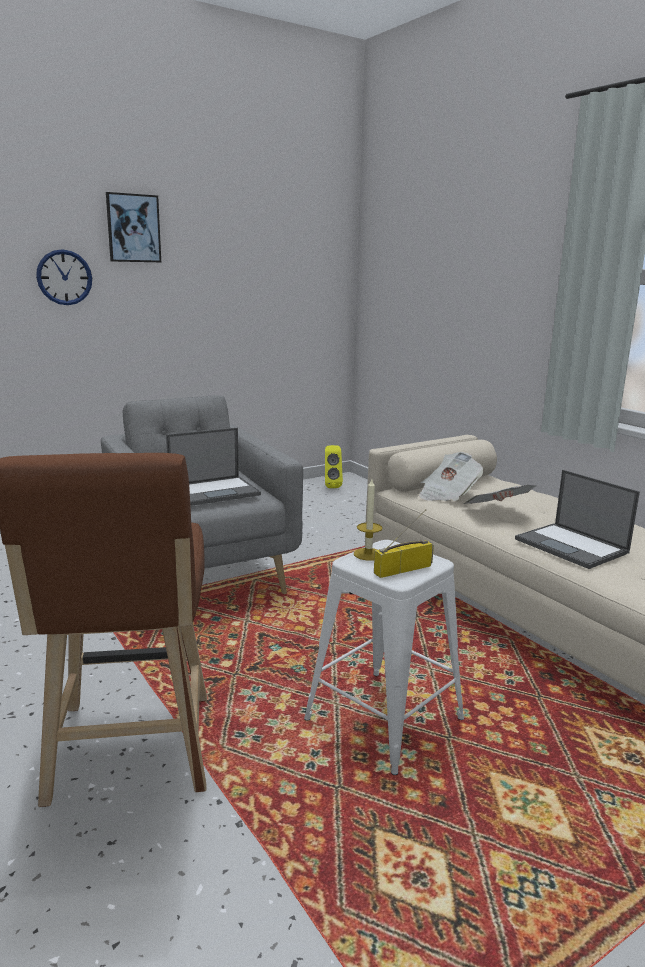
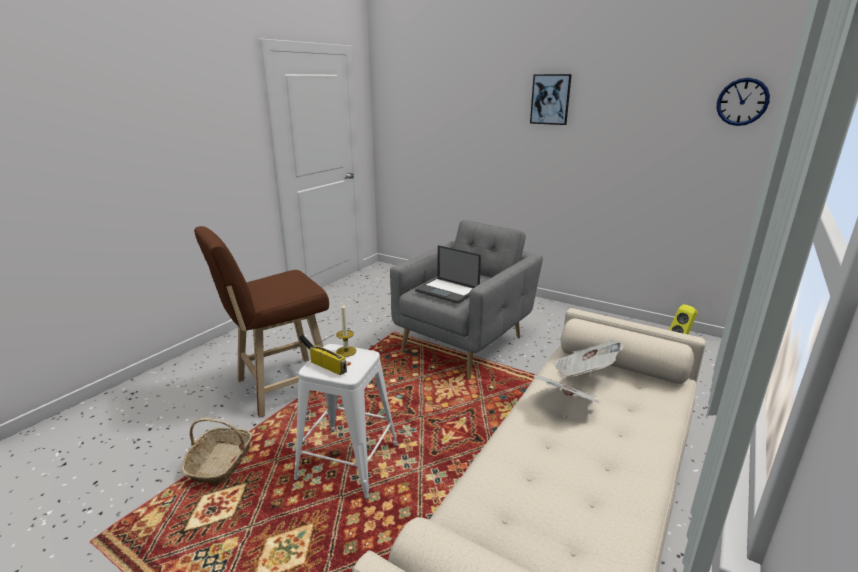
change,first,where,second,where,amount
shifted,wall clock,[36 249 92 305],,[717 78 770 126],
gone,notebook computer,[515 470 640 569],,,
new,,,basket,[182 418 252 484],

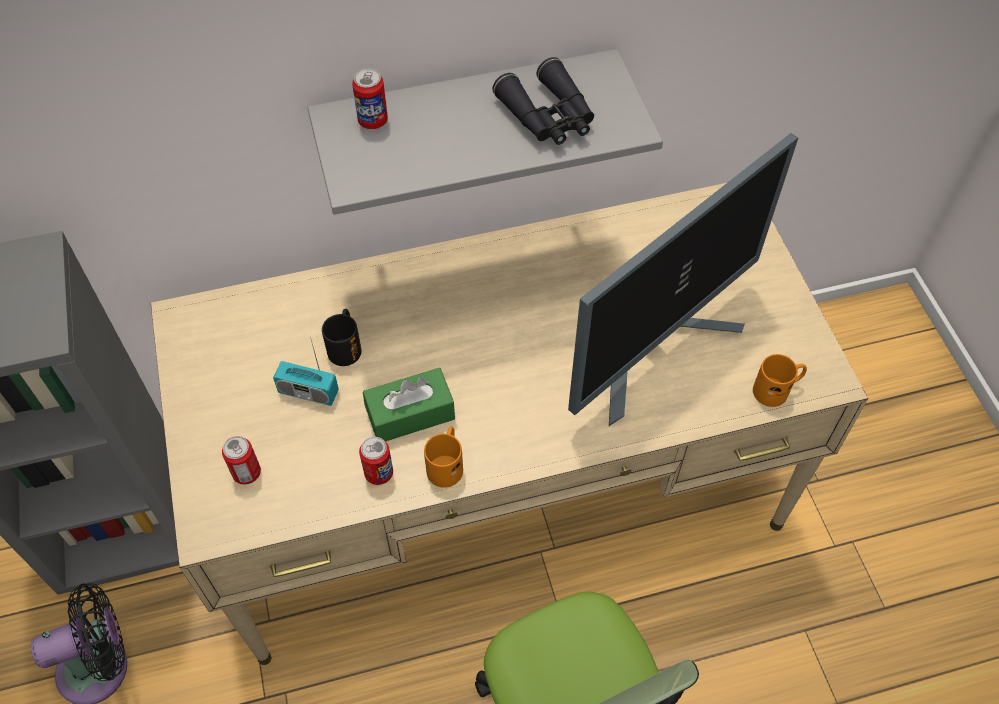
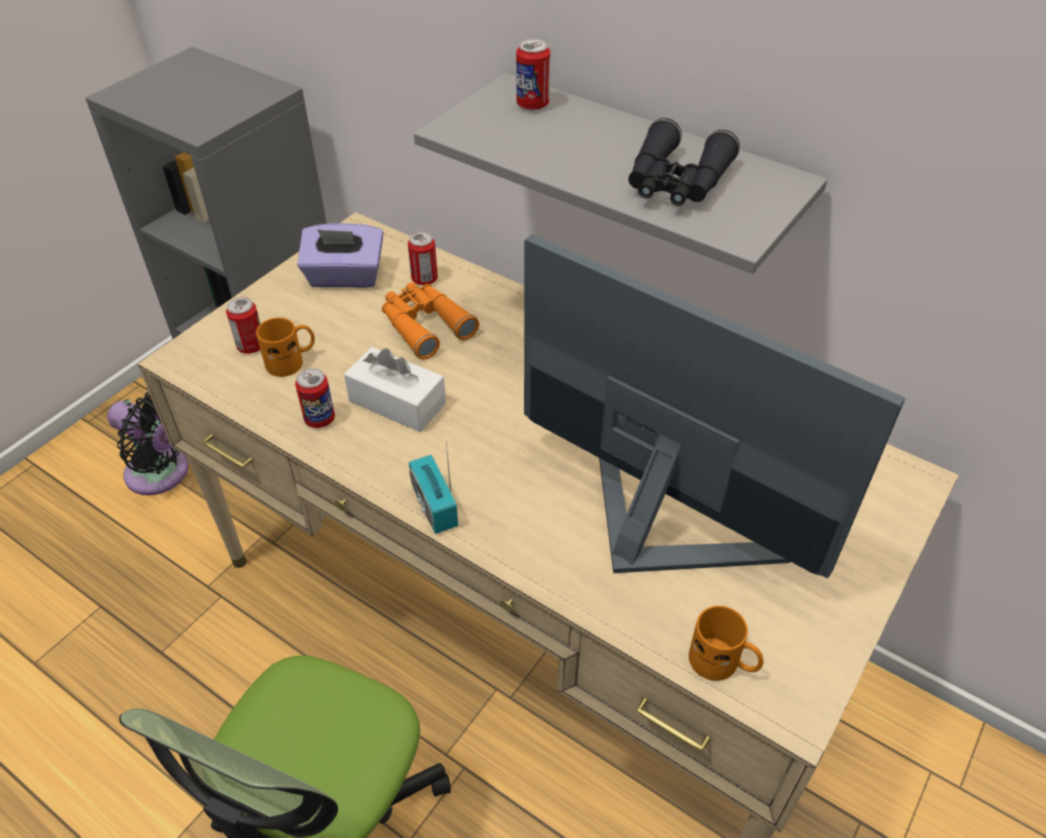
change,first,where,second,where,amount
rotated,monitor,[568 133 798 426],,[524 234 905 578],150 degrees counterclockwise
swapped,black-coloured coffee mug,[322 309 362 366],orange-coloured binoculars,[382 282 479 360],
shifted,radio,[273 340 339 406],,[409 443 458 534],
repainted,greenish tissue box,[363 368 455 441],whitish tissue box,[344 347 446 432],
shifted,orange-coloured coffee mug,[424 426 463 488],,[256 318 315 377],
new,,,purple tissue box,[297 223 384 288],
new,,,metal can,[408 232 438 285],

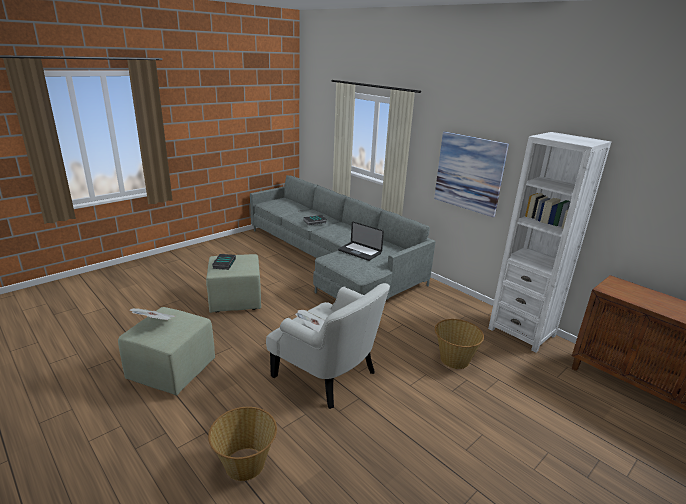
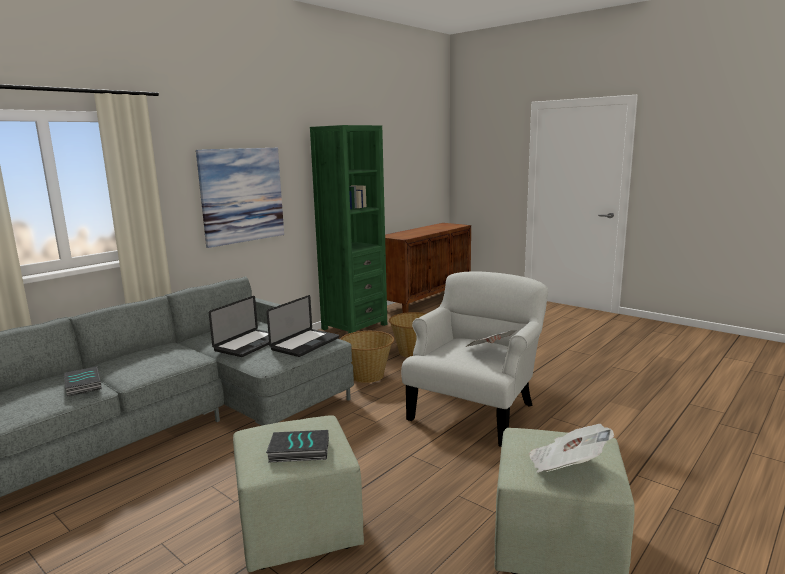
change,first,where,second,where,amount
repainted,whitish bookshelf,[488 132 611 353],greenish bookshelf,[310 125 387 334],
shifted,basket,[208 407 277 481],,[340 331 394 383],
new,,,notebook computer,[267 295 339 357],

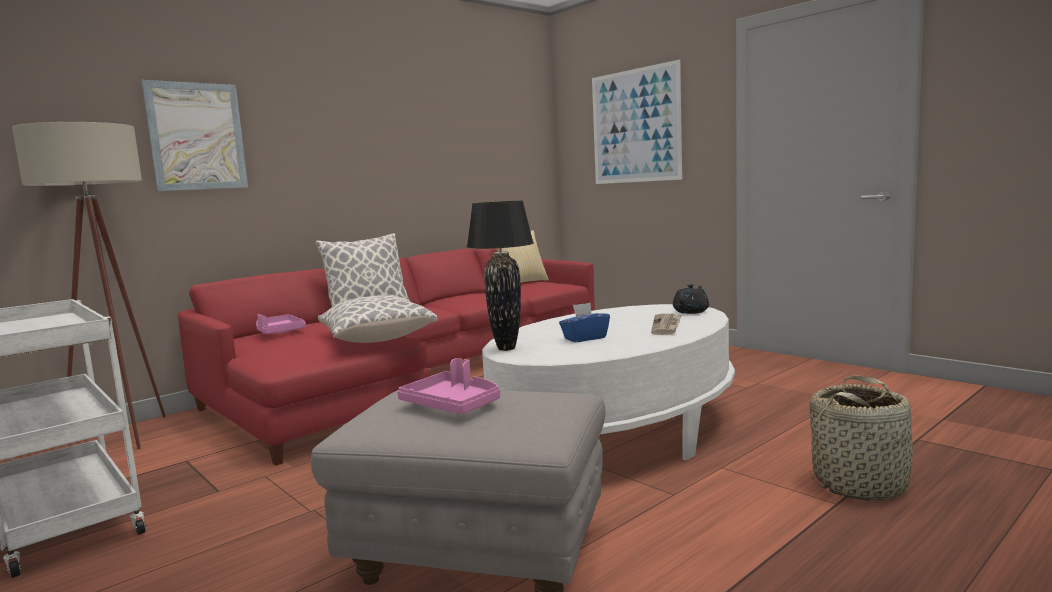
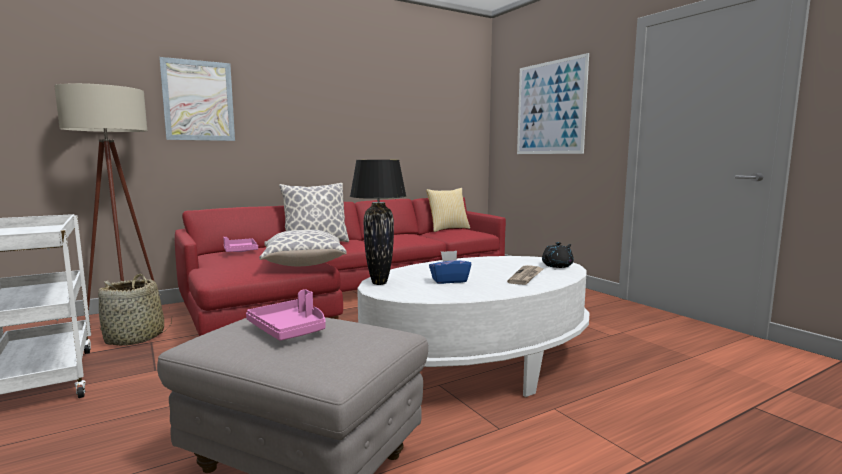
change,first,where,second,where,amount
shifted,basket,[809 375 921 501],,[98 274 172 346],

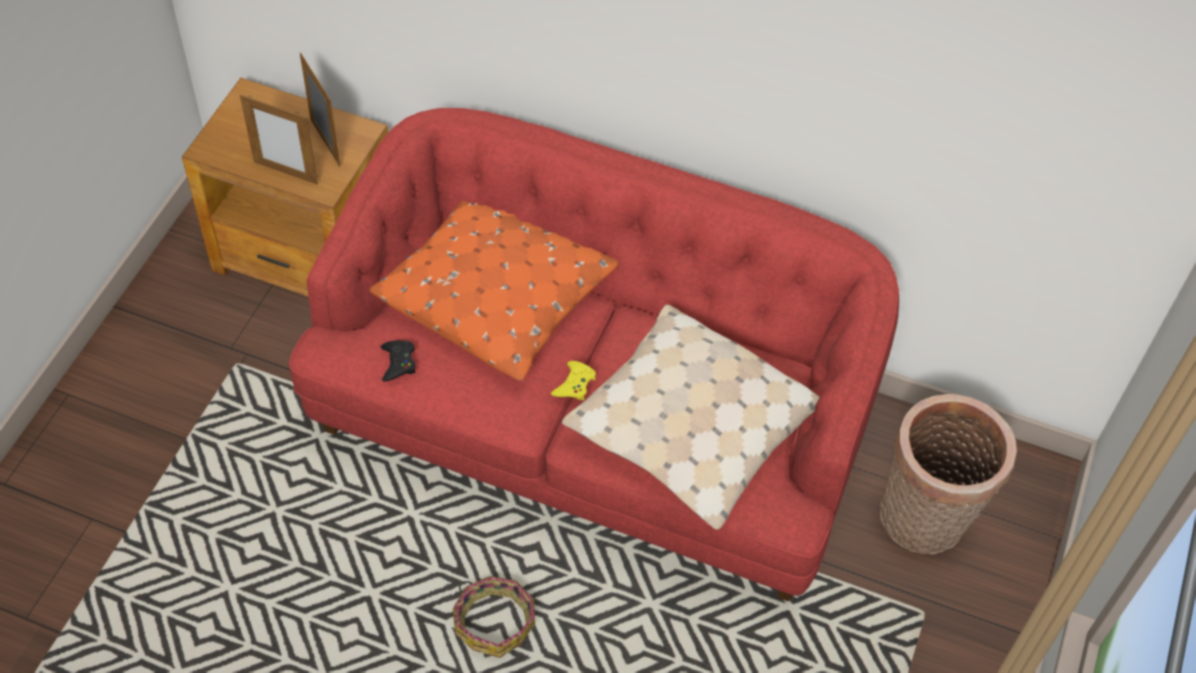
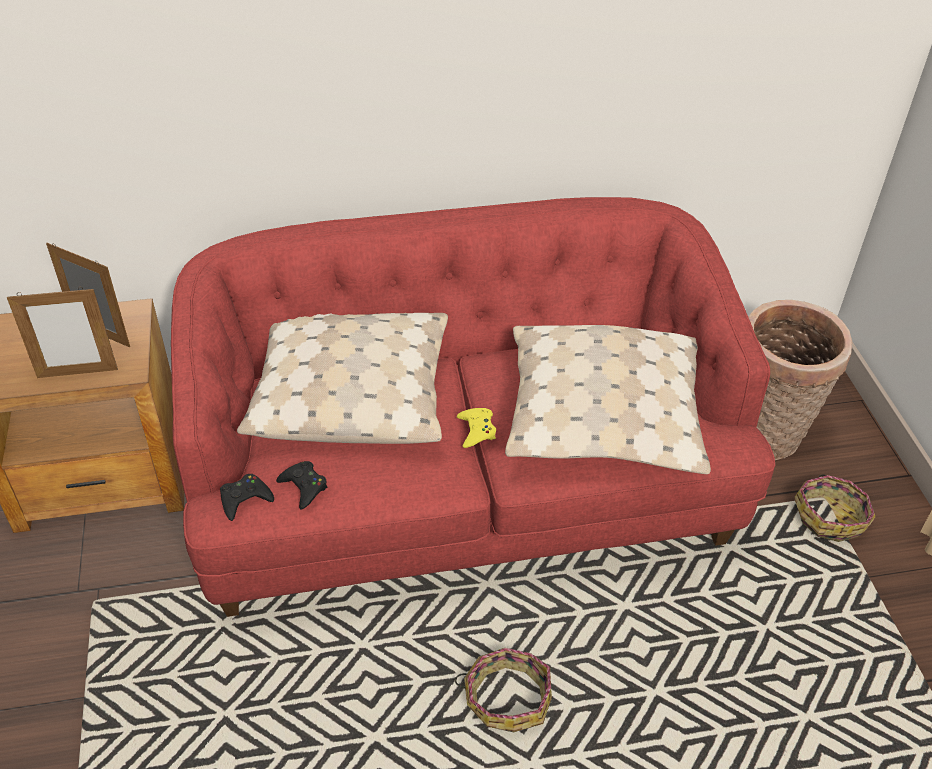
change,first,where,second,where,amount
repainted,orange-coloured throw pillow,[369 201 619 381],beige throw pillow,[237 313 448 444],
new,,,black-coloured gamepad,[220 474 274 521],
new,,,basket,[794 474 876 542],

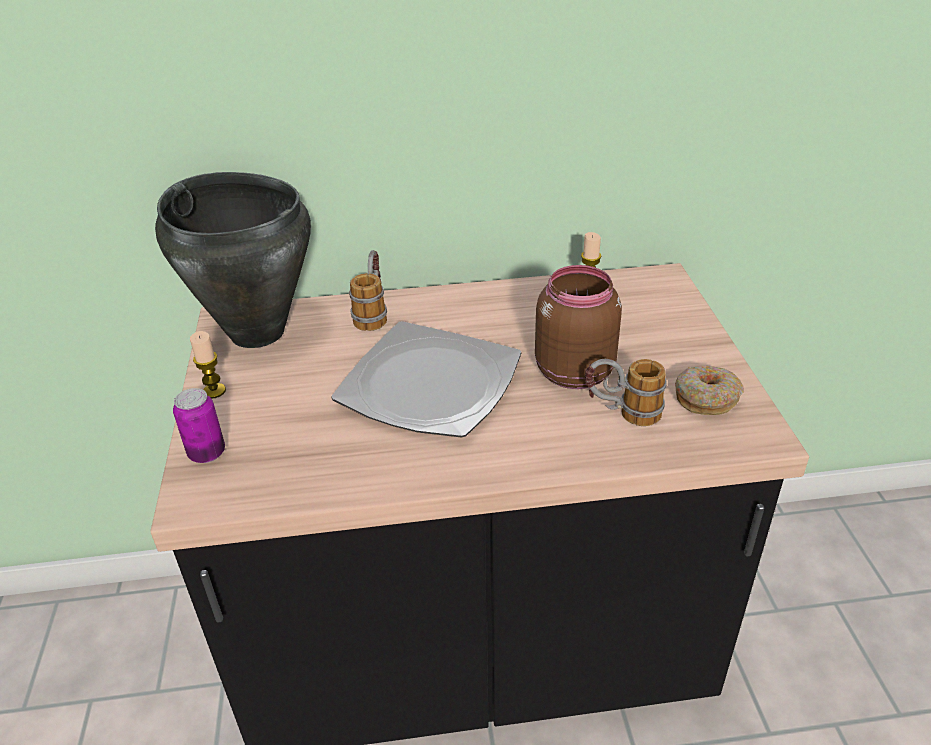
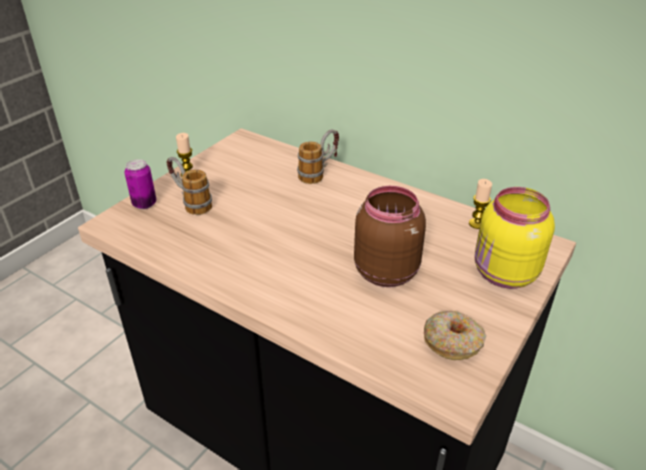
change,first,where,second,where,amount
gone,black-coloured cooking pot,[155 172 311 348],,,
gone,dinner plate,[331 321 521 438],,,
shifted,coffee mug,[585 359 667 426],,[166 157 212 215],
new,,,yellow-coloured preserve jar,[475 187 555 289],

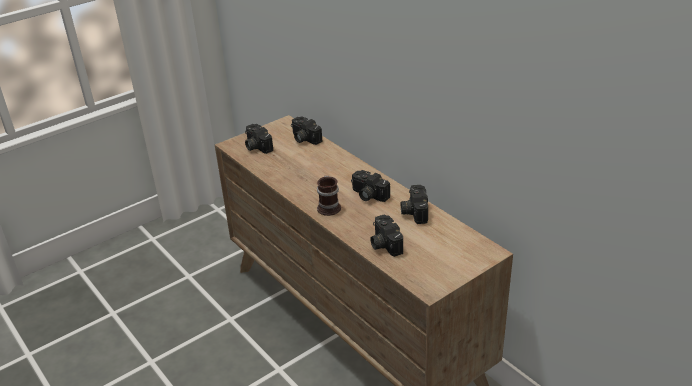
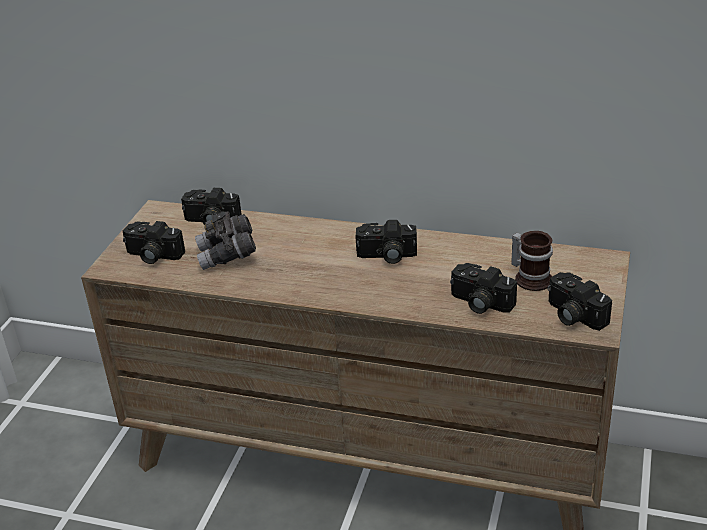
change,first,where,second,where,amount
shifted,coffee mug,[317 176 341 216],,[512 231 553 291],
shifted,photo camera,[401 185 428 224],,[547 272 612 331],
new,,,greyish binoculars,[195 211 256 270],

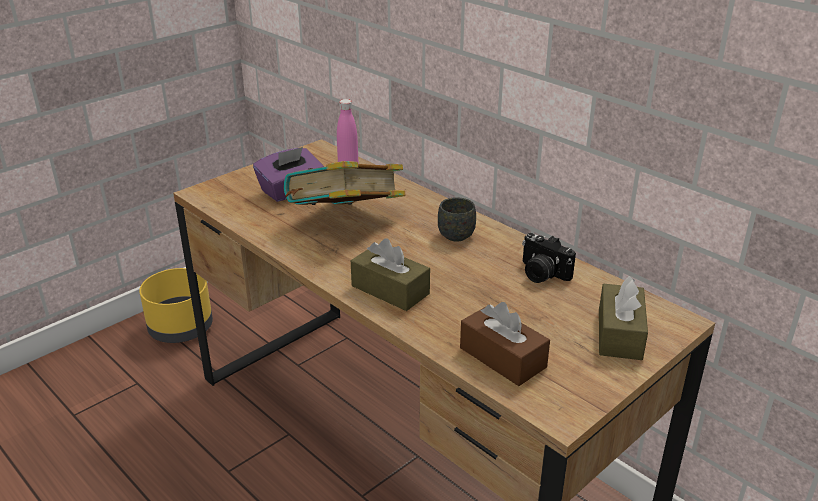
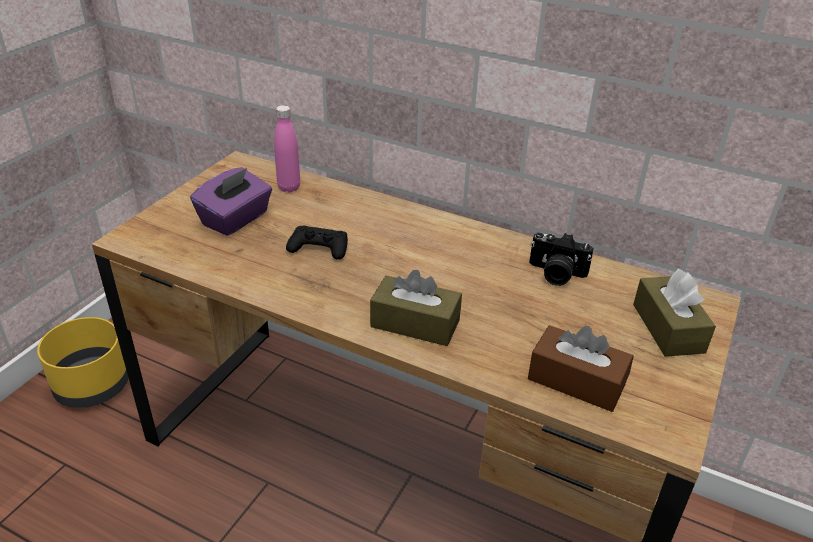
change,first,where,second,where,amount
swapped,volume,[284 161 405 205],black-coloured gamepad,[286 225 348 260],
gone,greyish coffee mug,[438 197 476 242],,,

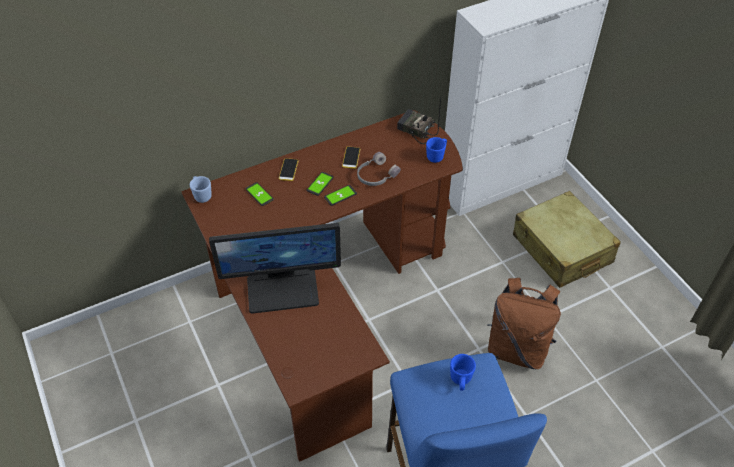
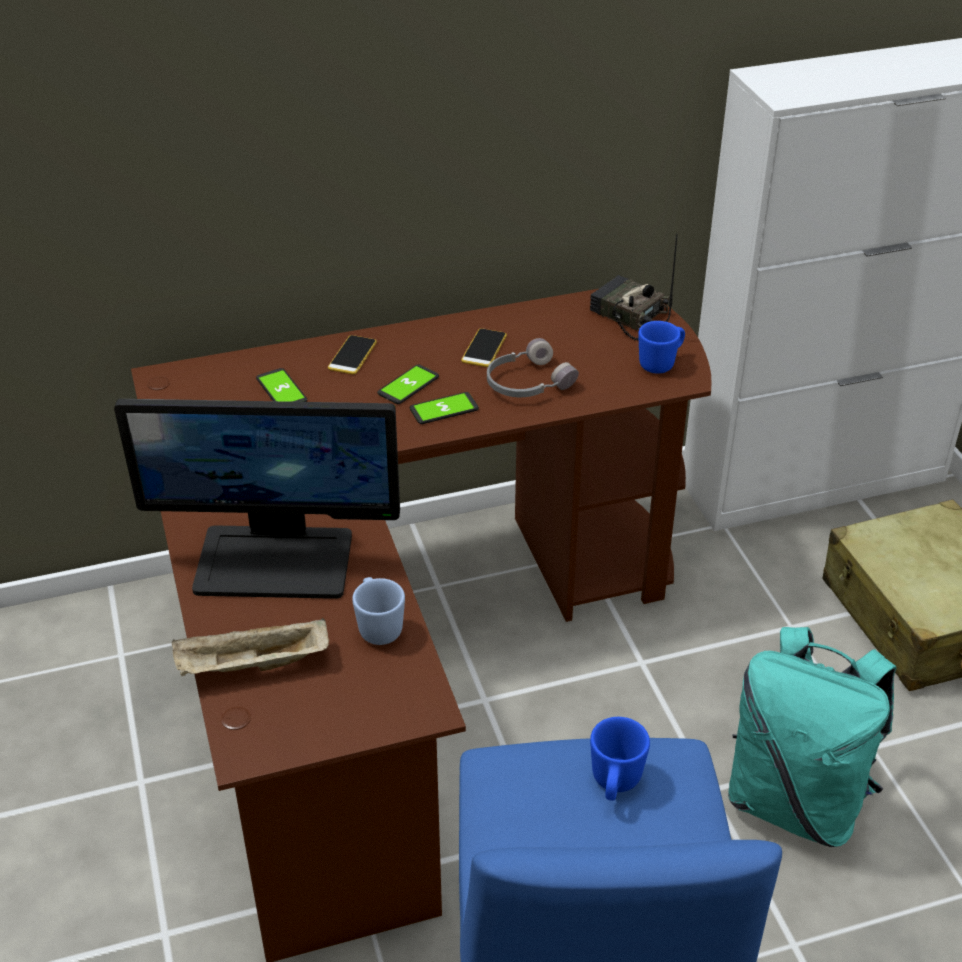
change,first,where,second,where,amount
shifted,blue coffee mug,[190 176 212 203],,[352 577 405 645],
repainted,brown-coloured rucksack,[487 278 561 369],blue-green rucksack,[728 627 897 847],
new,,,beige carrying tray,[172 618 329 676],

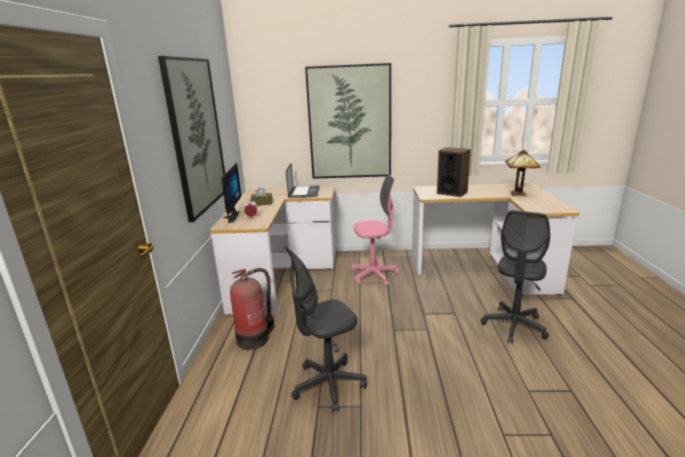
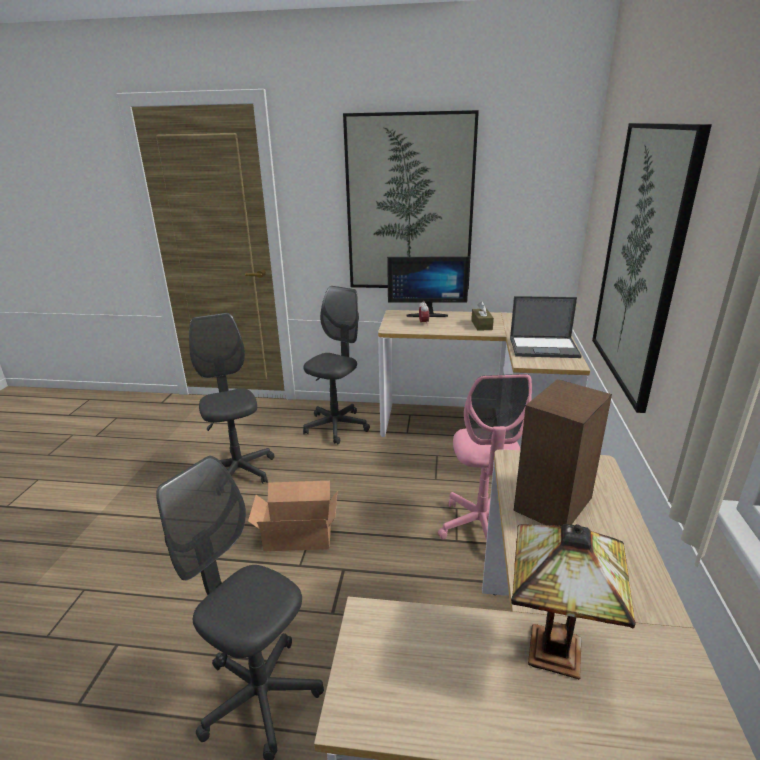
change,first,where,second,where,amount
swapped,extinguisher,[230 268 275 350],greyish office chair,[303 286 370 444],
new,,,packing box,[248 481 337 551],

